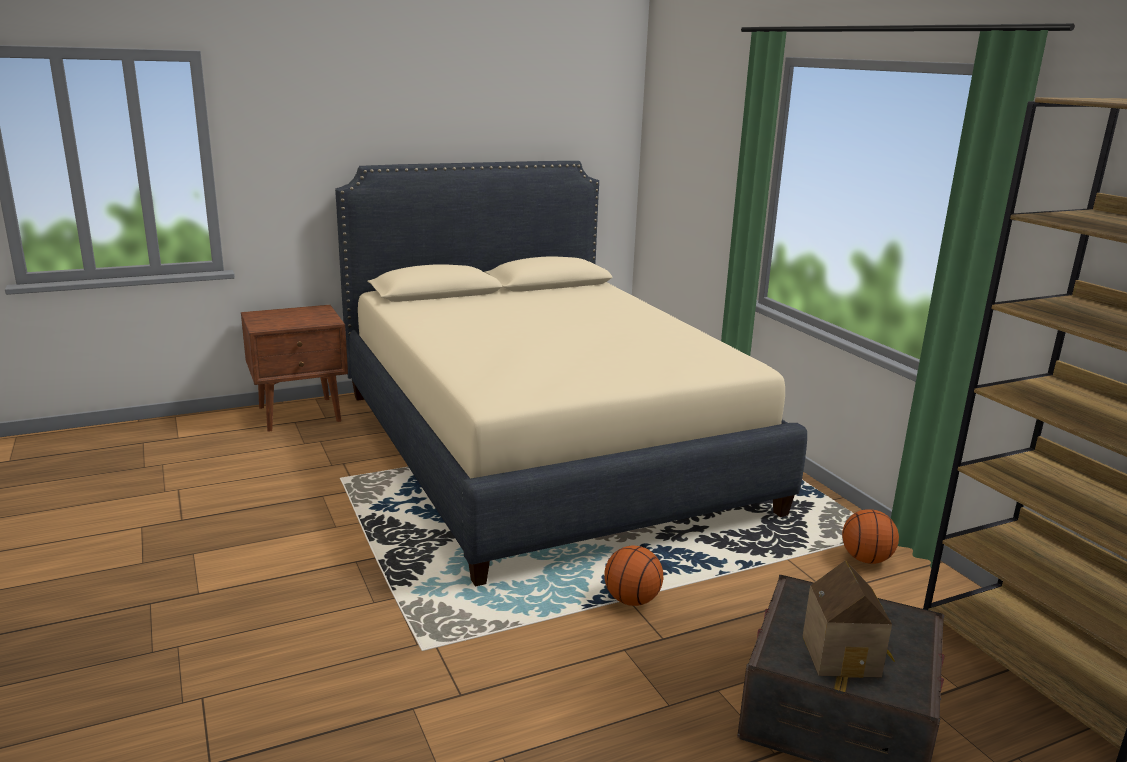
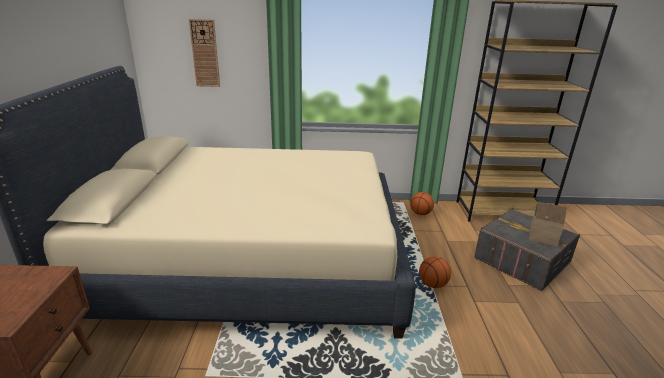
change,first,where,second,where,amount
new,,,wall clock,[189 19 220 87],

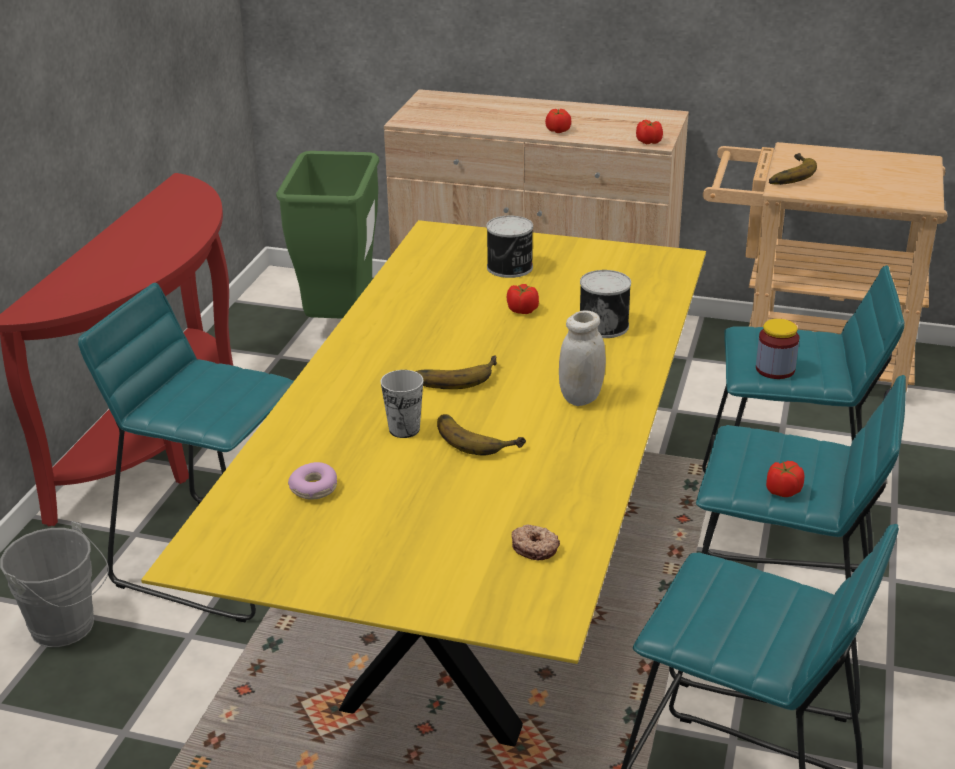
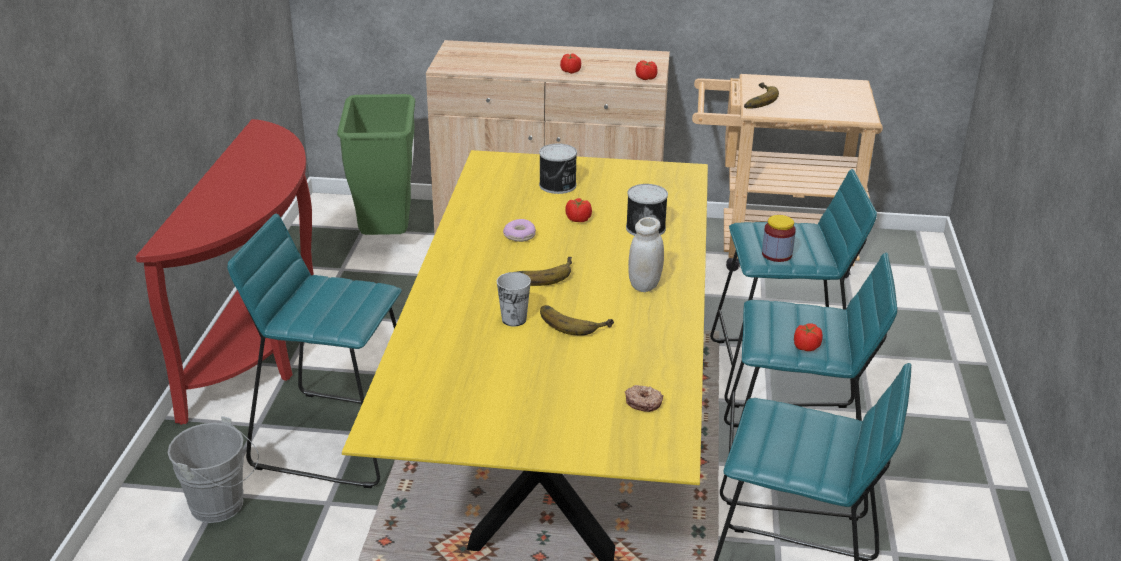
change,first,where,second,where,amount
shifted,donut,[288 462 337 500],,[503 219 536 242],

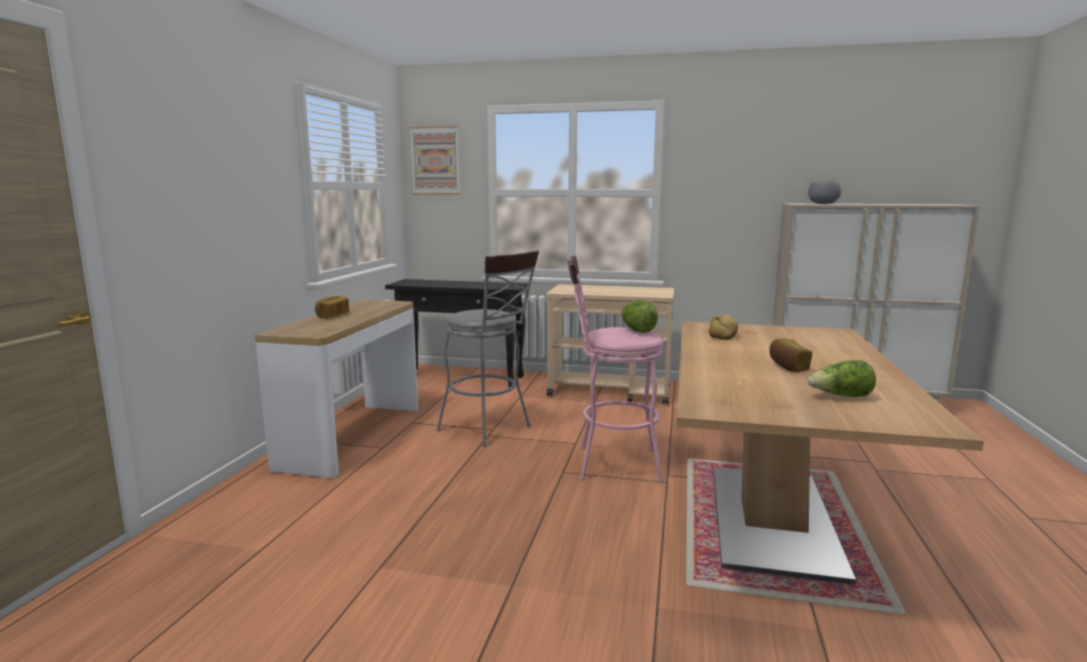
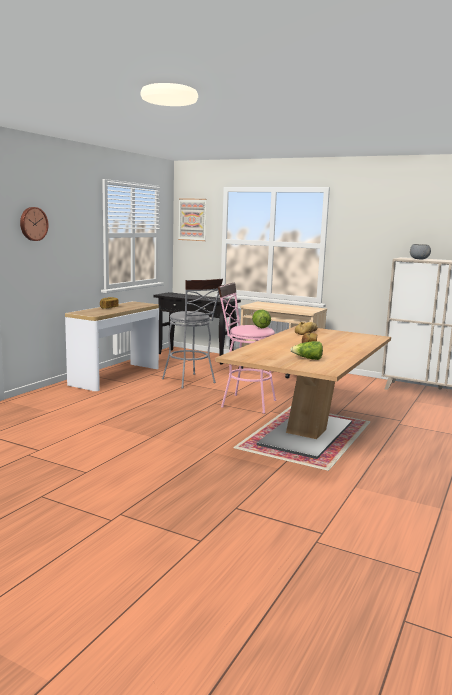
change,first,where,second,where,amount
new,,,wall clock,[20 207 48 241],

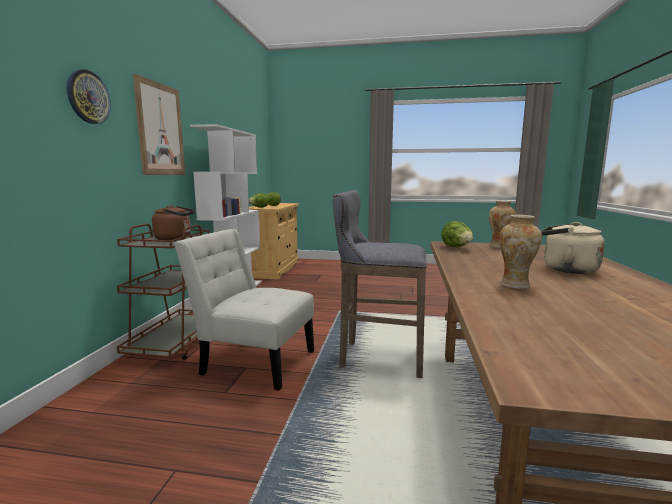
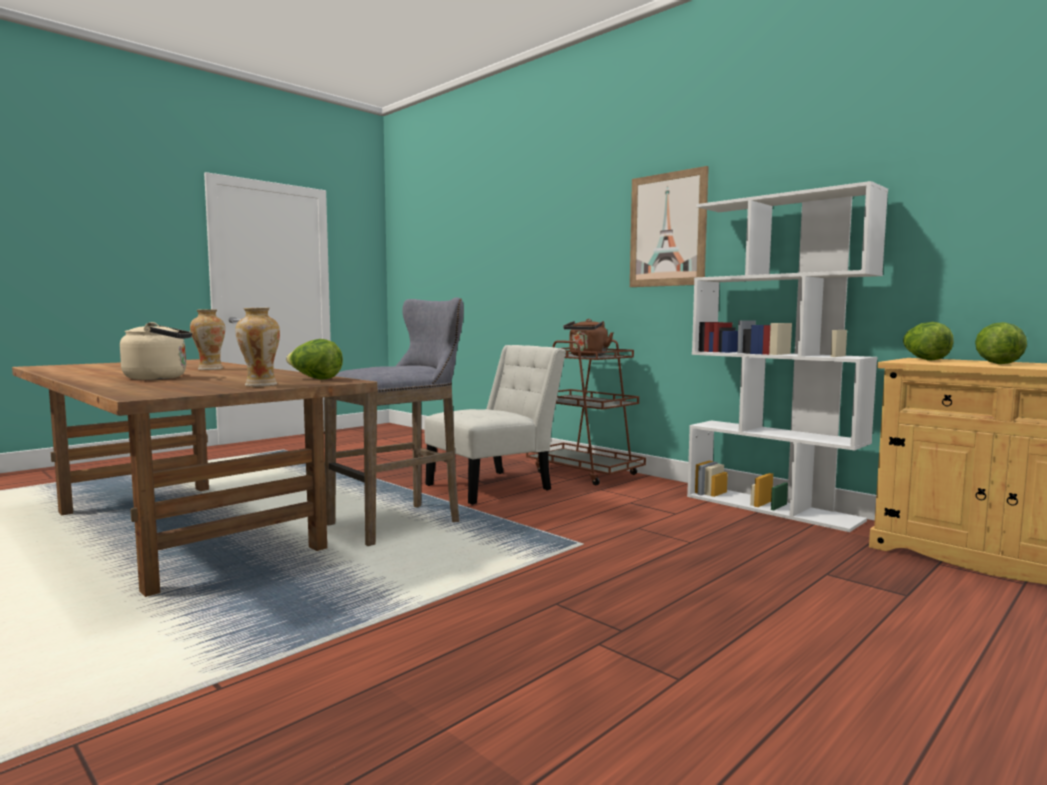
change,first,where,second,where,amount
gone,wall clock,[67 69 111 124],,,

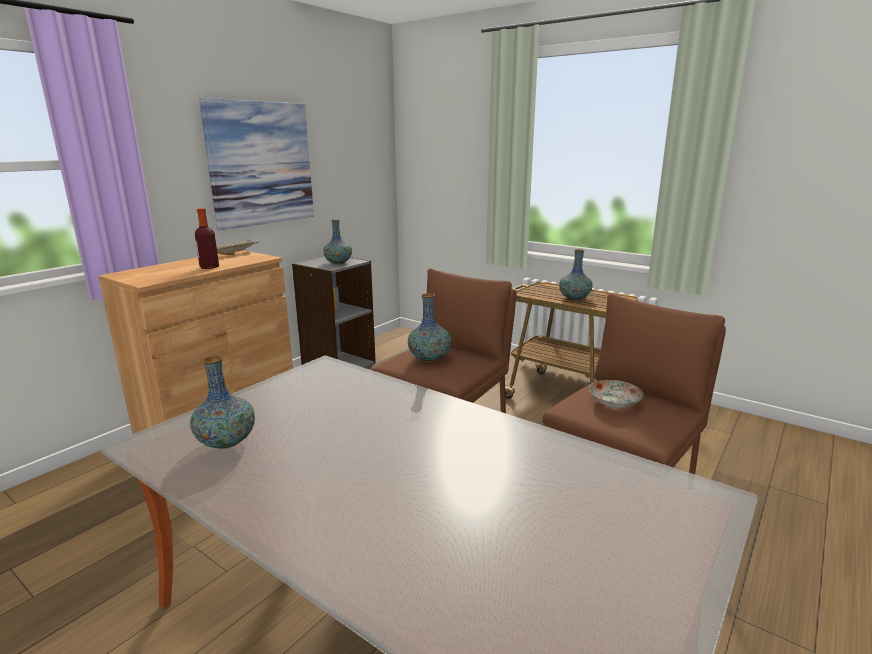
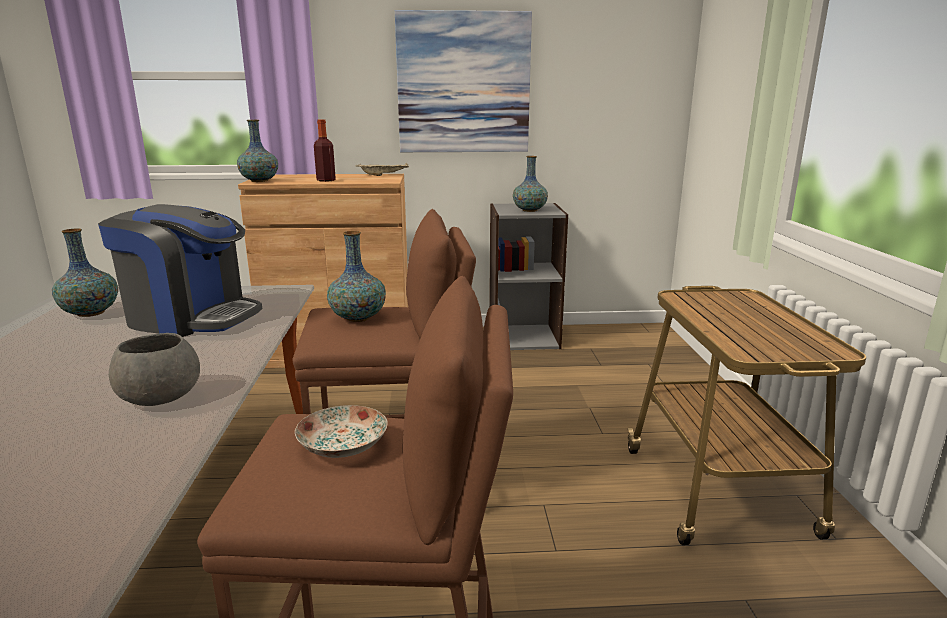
change,first,where,second,where,amount
shifted,vase,[559 249 593 301],,[237 120 278 182],
new,,,coffee maker,[98 204 262 337],
new,,,greyish deep dish,[109 333 200 406],

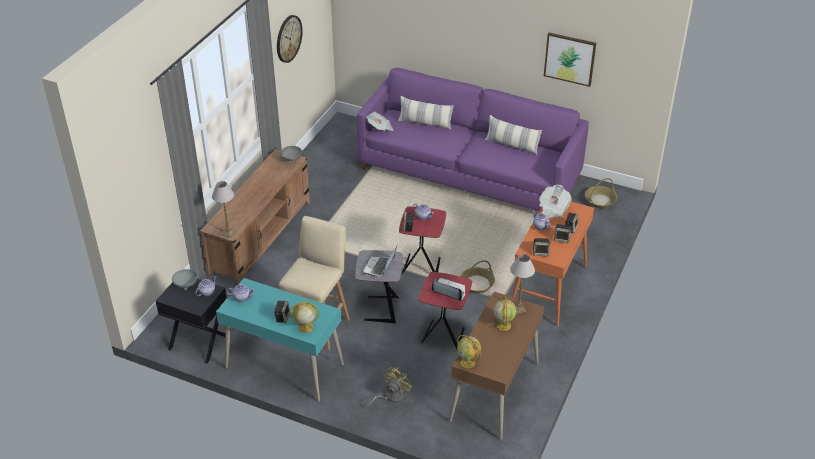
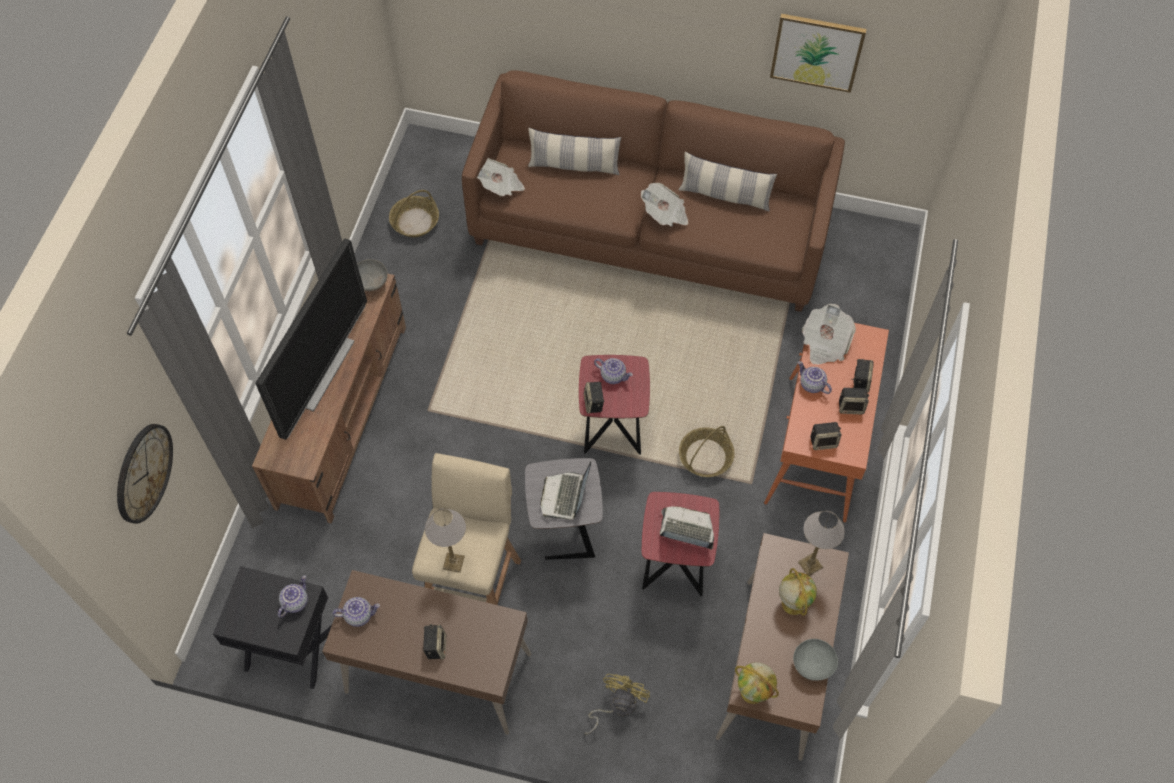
change,first,where,second,where,amount
shifted,wall clock,[277 15 303 63],,[117 424 173 524],
repainted,purple sofa,[357 68 589 211],brown-coloured sofa,[462 70 845 312],
shifted,basket,[585 178 617 208],,[389 190 439 237],
shifted,tabletop lamp,[212 181 236 238],,[425 508 466 573],
shifted,greyish deep dish,[172 269 197 290],,[793 639 838 681],
repainted,blue-green desk unit,[216 278 344 401],brown-coloured desk unit,[322 570 531 735],
gone,globe,[290 302 319 333],,,
new,,,newspaper,[641 183 688 227],
new,,,TV set,[256 238 367 440],

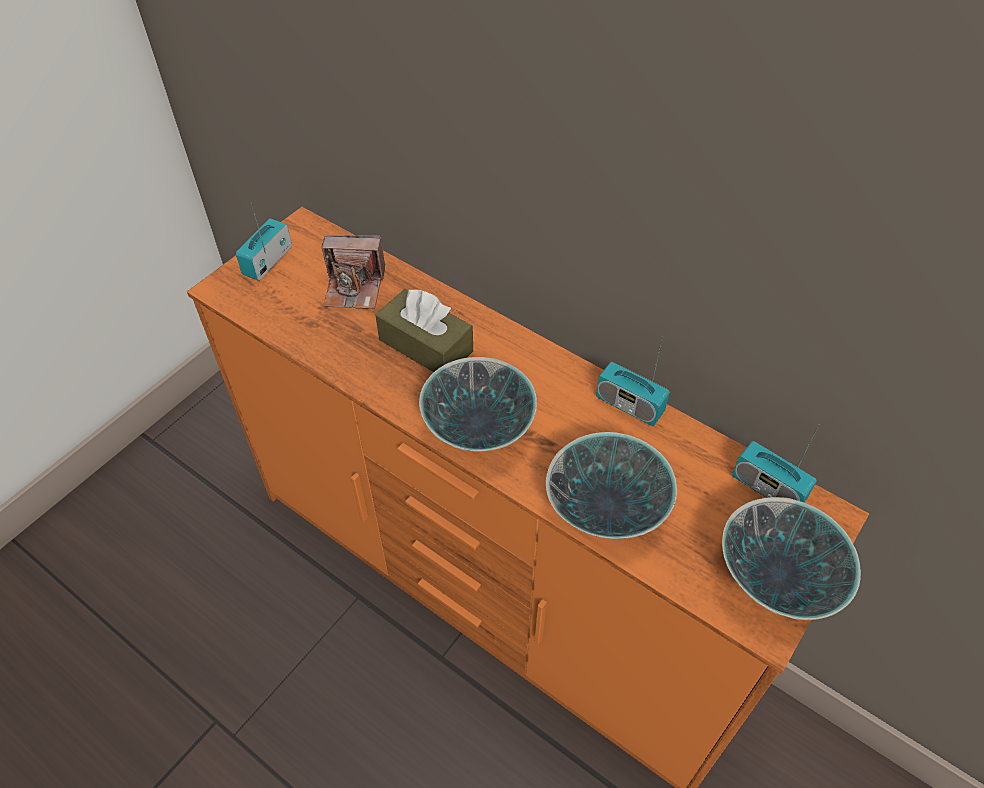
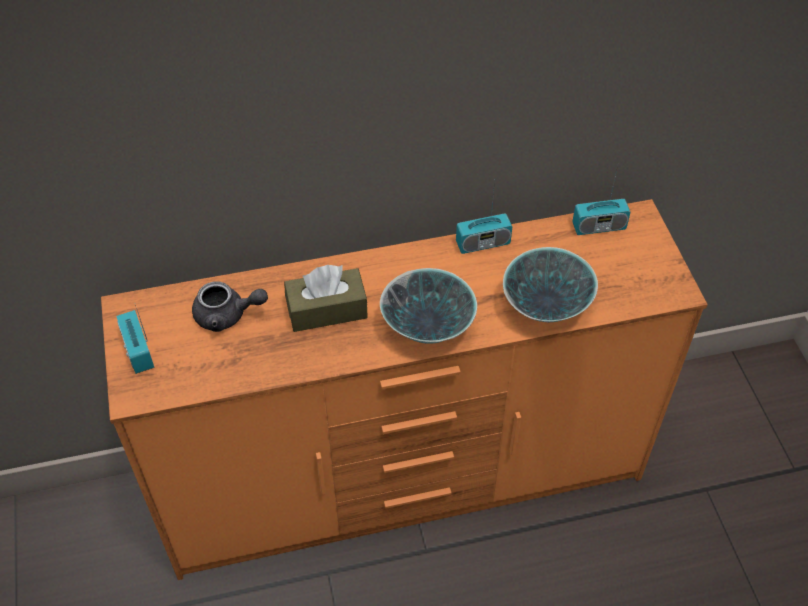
change,first,where,second,where,amount
swapped,photo camera,[322 235 385 309],greyish teapot,[192 281 268 332],
gone,deep dish,[722 497 861 620],,,

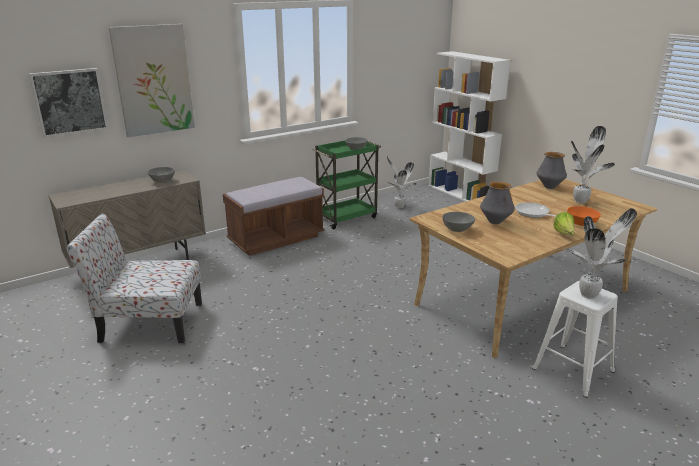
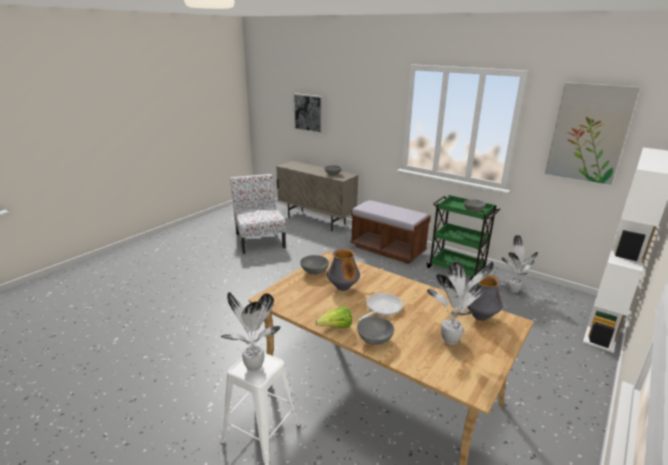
change,first,where,second,where,amount
shifted,wall art,[109 24 195 137],,[545 82 640 185],
repainted,orange-coloured deep dish,[567 206 601 226],greyish deep dish,[357 316 394 345],

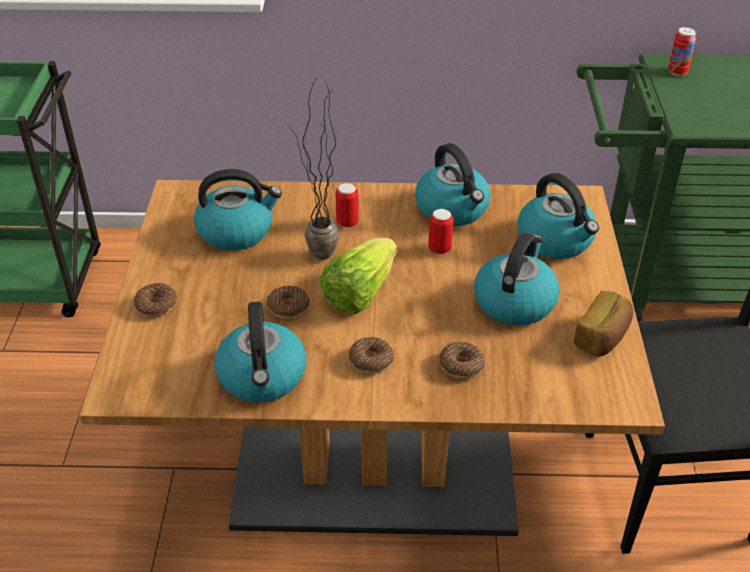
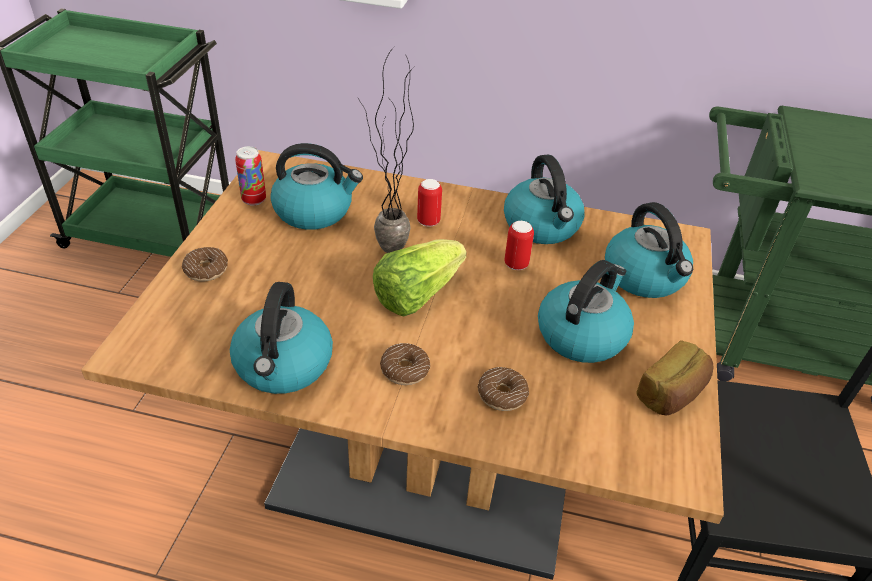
change,first,where,second,where,amount
shifted,metal can,[668 27 697 76],,[235 146 266 206],
gone,donut,[267 286 310 319],,,

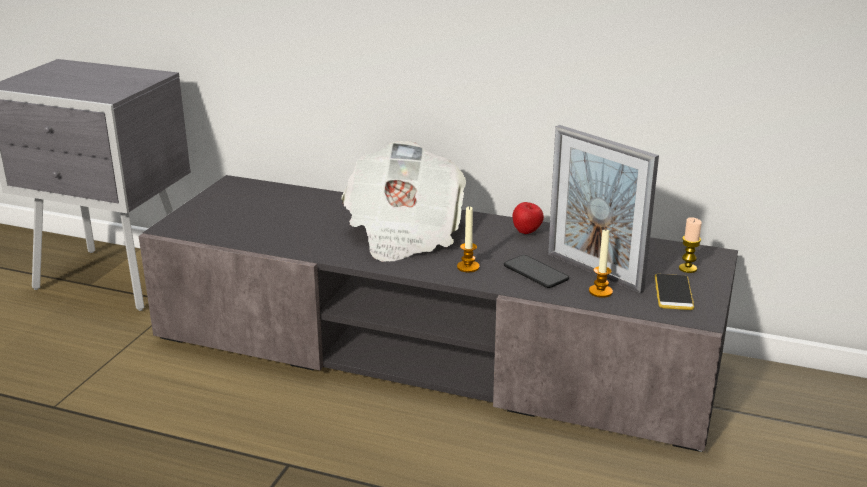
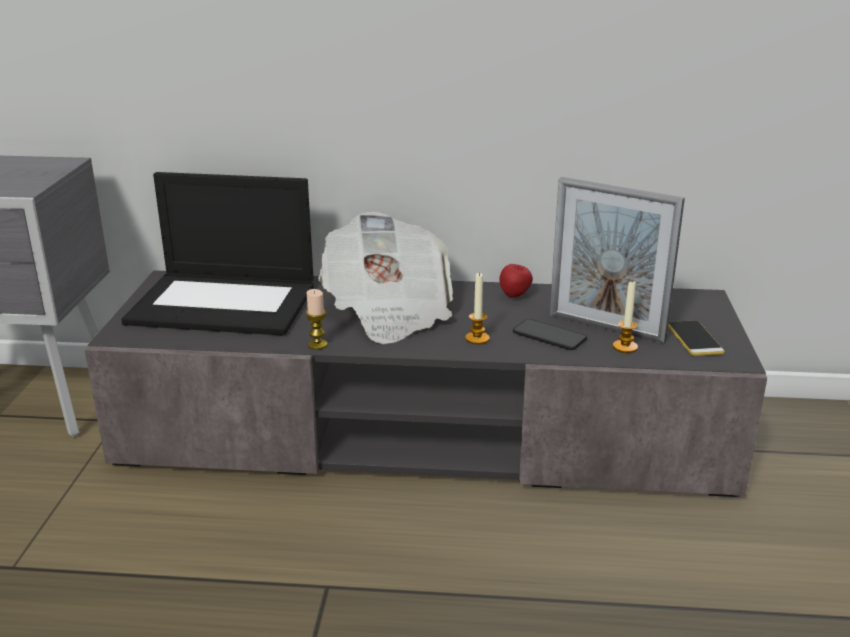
change,first,where,second,where,amount
shifted,wax candle,[679 217 702 273],,[306 289 328 350],
new,,,notebook computer,[121 172 314 336],

